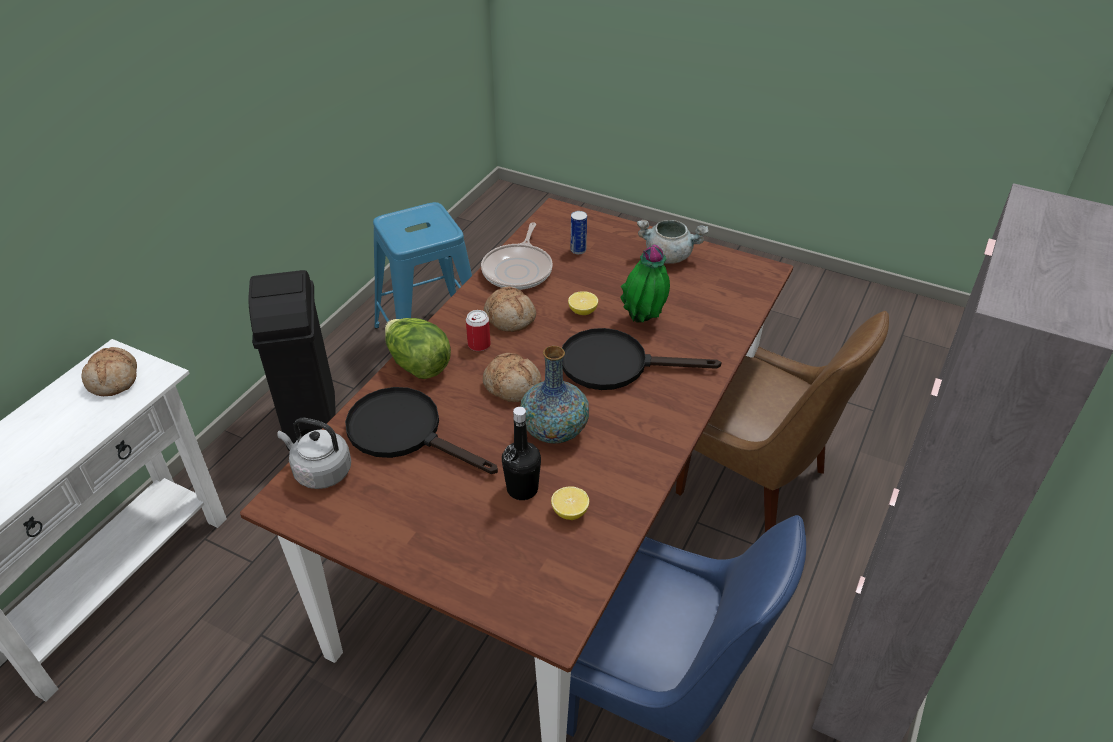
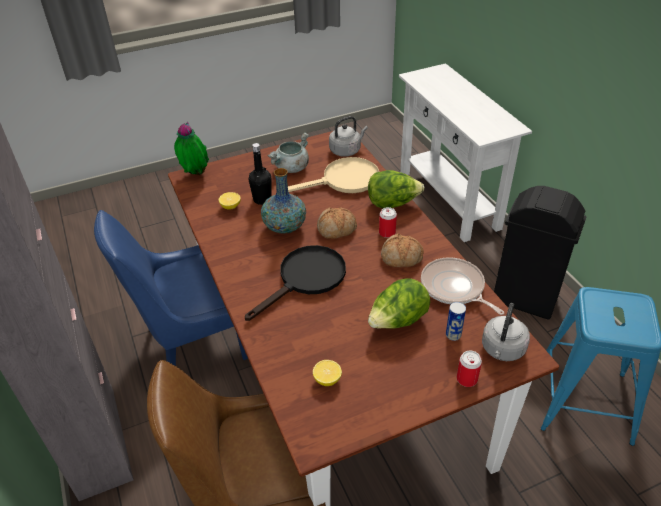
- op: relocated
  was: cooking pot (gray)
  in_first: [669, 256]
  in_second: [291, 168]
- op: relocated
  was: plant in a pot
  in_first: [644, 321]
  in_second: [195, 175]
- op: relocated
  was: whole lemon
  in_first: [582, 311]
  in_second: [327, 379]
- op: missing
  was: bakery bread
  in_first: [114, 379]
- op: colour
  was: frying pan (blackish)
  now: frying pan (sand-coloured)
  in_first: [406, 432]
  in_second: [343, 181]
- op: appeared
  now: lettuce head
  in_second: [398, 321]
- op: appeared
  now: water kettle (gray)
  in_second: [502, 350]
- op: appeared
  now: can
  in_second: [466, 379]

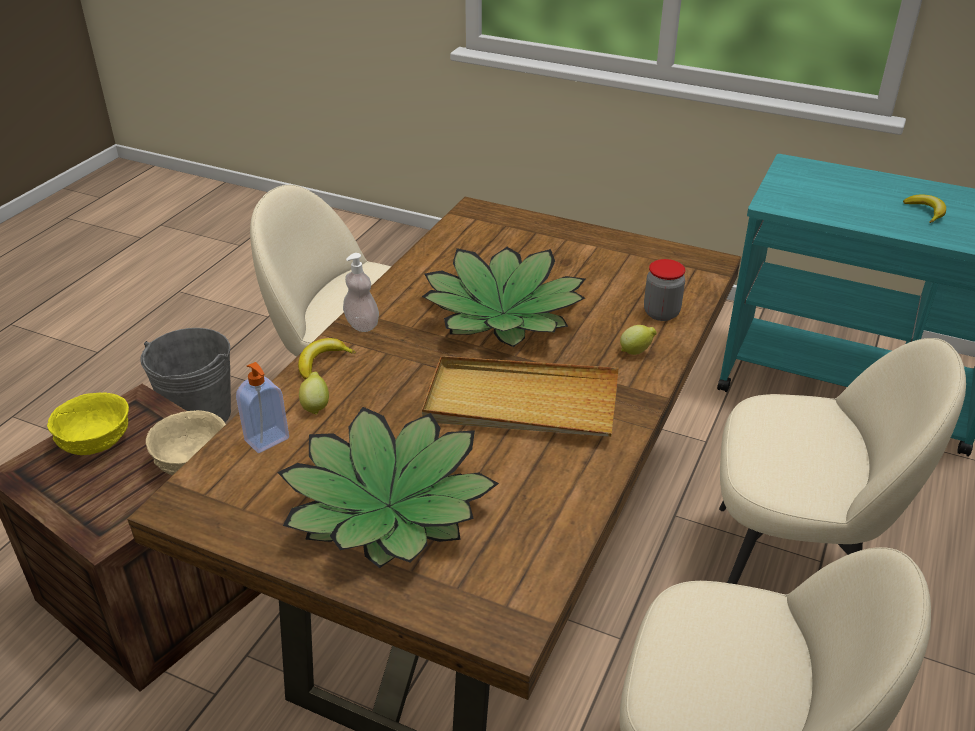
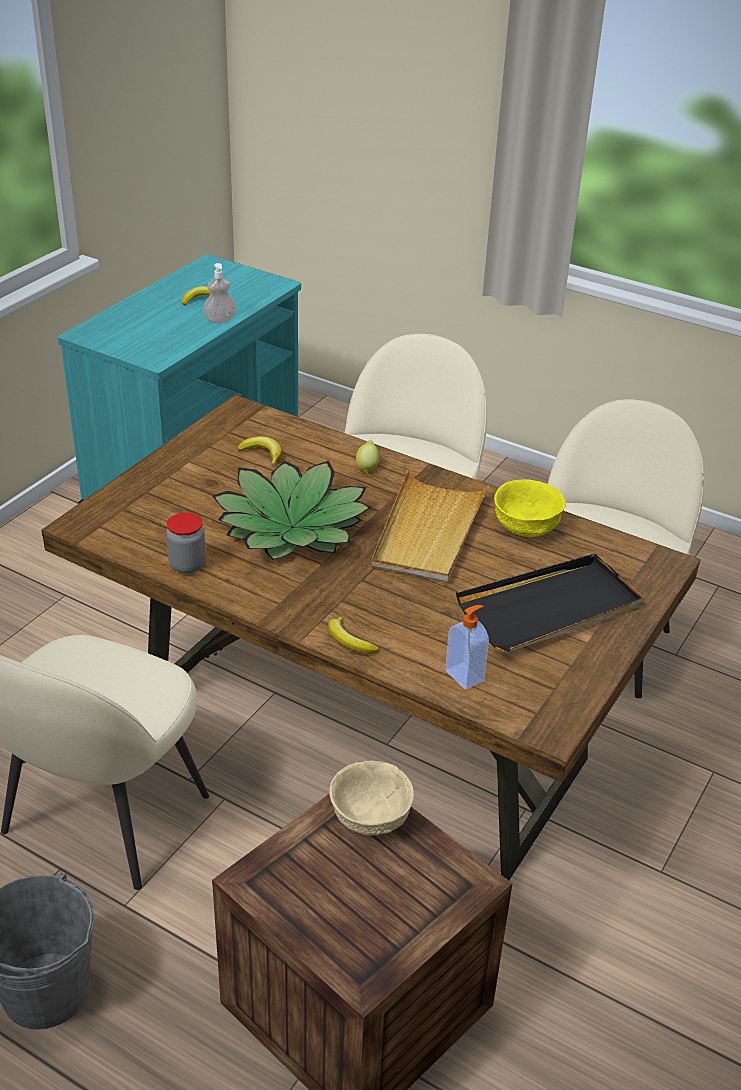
- op: relocated
  was: liquid soap bottle
  in_first: [362, 325]
  in_second: [220, 319]
- op: relocated
  was: storage jar
  in_first: [661, 313]
  in_second: [187, 565]
- op: missing
  was: whole lemon
  in_first: [315, 406]
- op: relocated
  was: bowl (yellow)
  in_first: [96, 443]
  in_second: [527, 527]
- op: exchanged
  was: plant in a pot
  now: tray (blackish)
  in_first: [388, 506]
  in_second: [551, 608]
- op: appeared
  now: banana
  in_second: [262, 454]

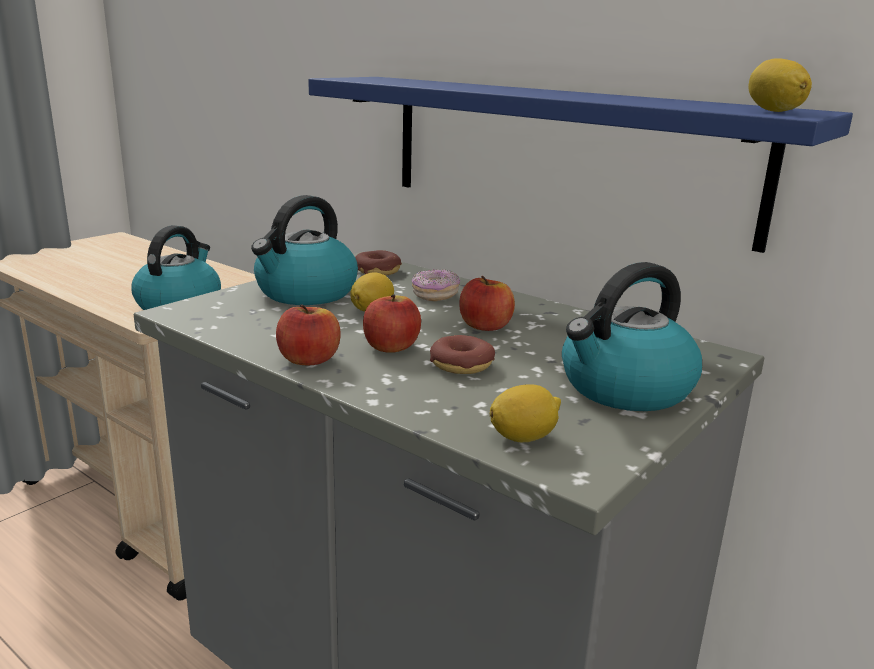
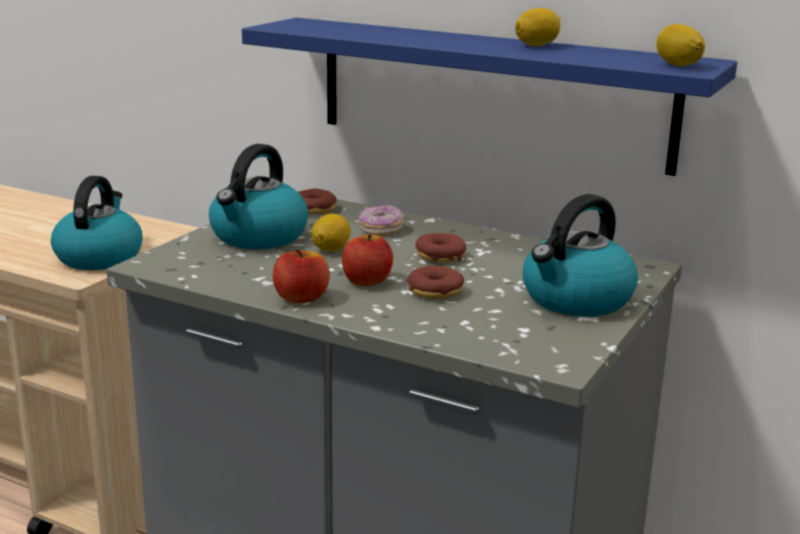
- op: exchanged
  was: apple
  now: donut
  in_first: [485, 326]
  in_second: [440, 256]
- op: relocated
  was: whole lemon
  in_first: [523, 437]
  in_second: [537, 45]

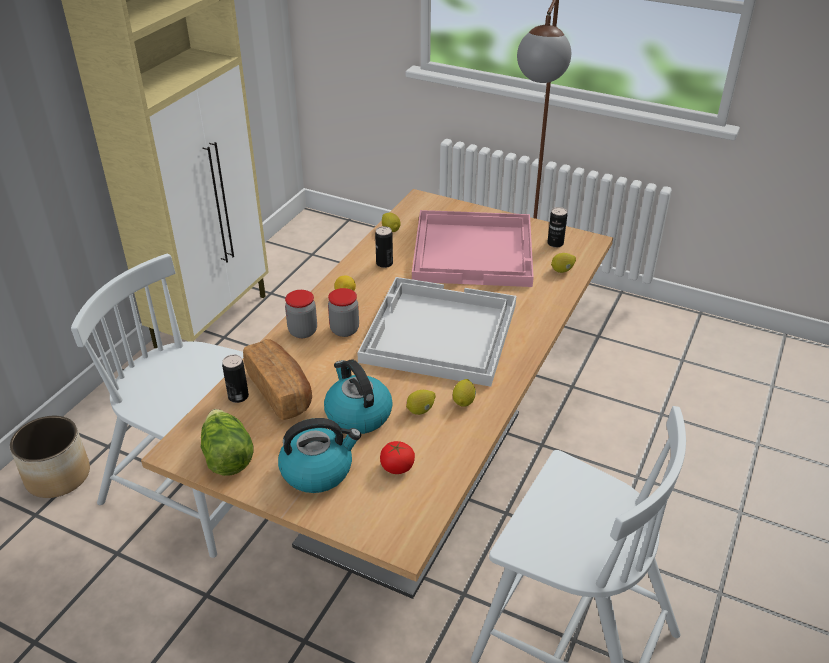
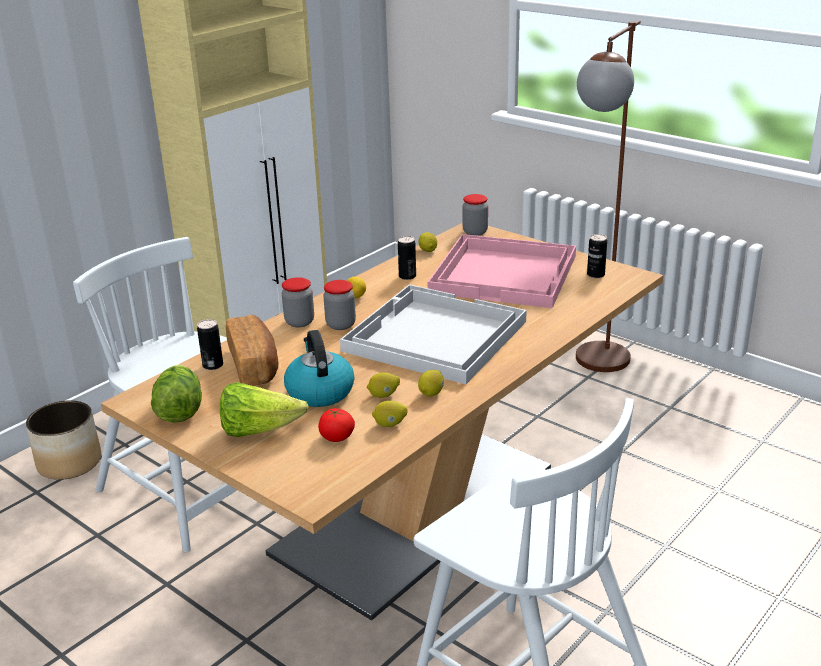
- op: relocated
  was: whole lemon
  in_first: [562, 270]
  in_second: [390, 424]
- op: exchanged
  was: water kettle
  now: lettuce head
  in_first: [318, 470]
  in_second: [258, 430]
- op: appeared
  now: storage jar
  in_second: [475, 232]

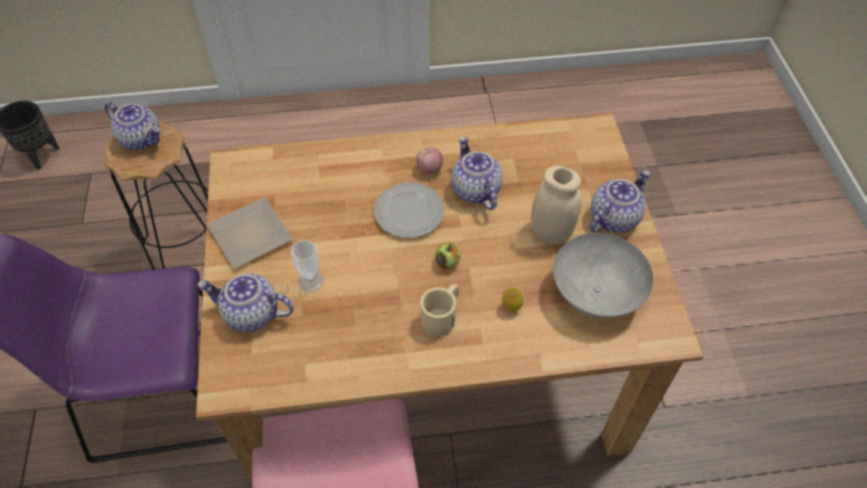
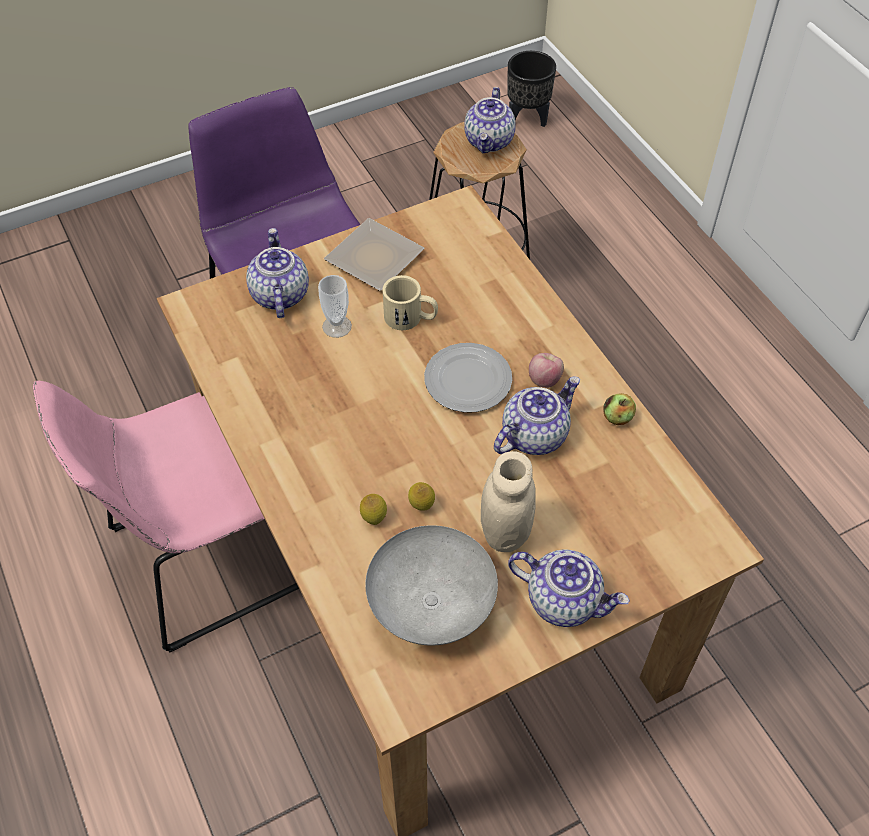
- op: relocated
  was: apple
  in_first: [447, 262]
  in_second: [617, 418]
- op: relocated
  was: coffee mug (sand-coloured)
  in_first: [442, 316]
  in_second: [411, 318]
- op: appeared
  now: whole lemon
  in_second: [421, 506]

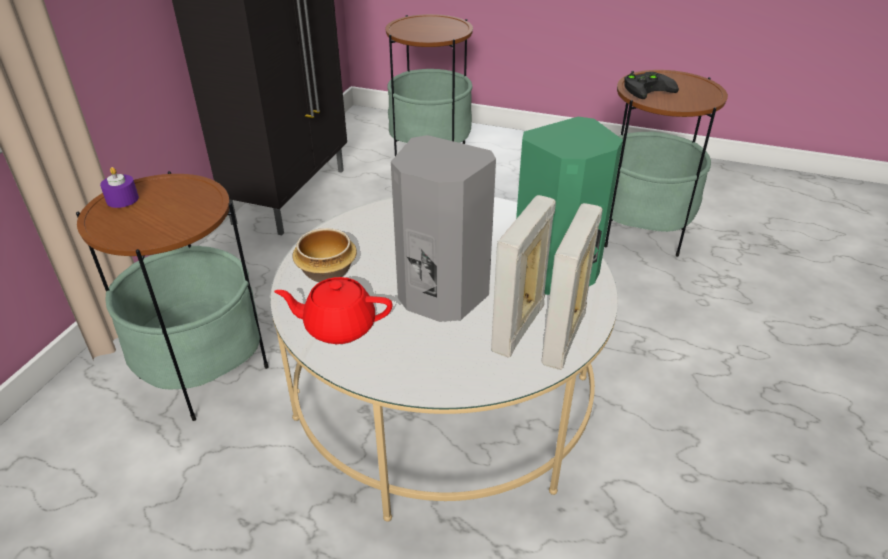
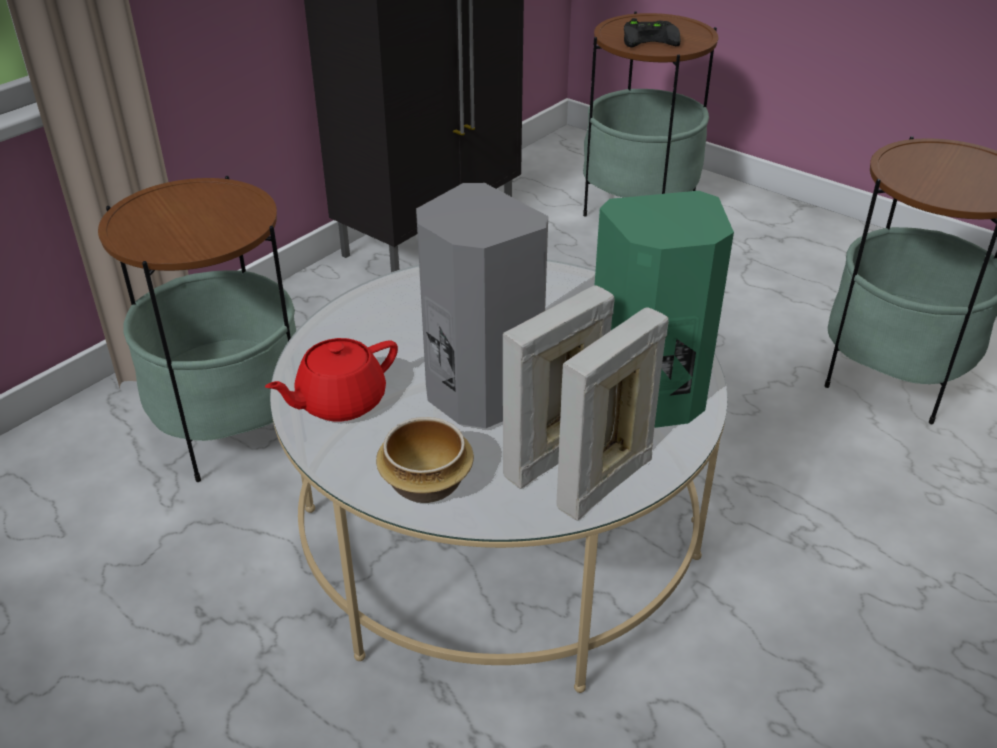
- op: relocated
  was: joypad (blackish)
  in_first: [648, 88]
  in_second: [651, 38]
- op: missing
  was: candle (purple)
  in_first: [122, 199]
- op: relocated
  was: bowl
  in_first: [328, 272]
  in_second: [428, 483]
- op: spun
  was: pot for tea (red)
  in_first: [338, 327]
  in_second: [339, 402]
  clockwise: -60

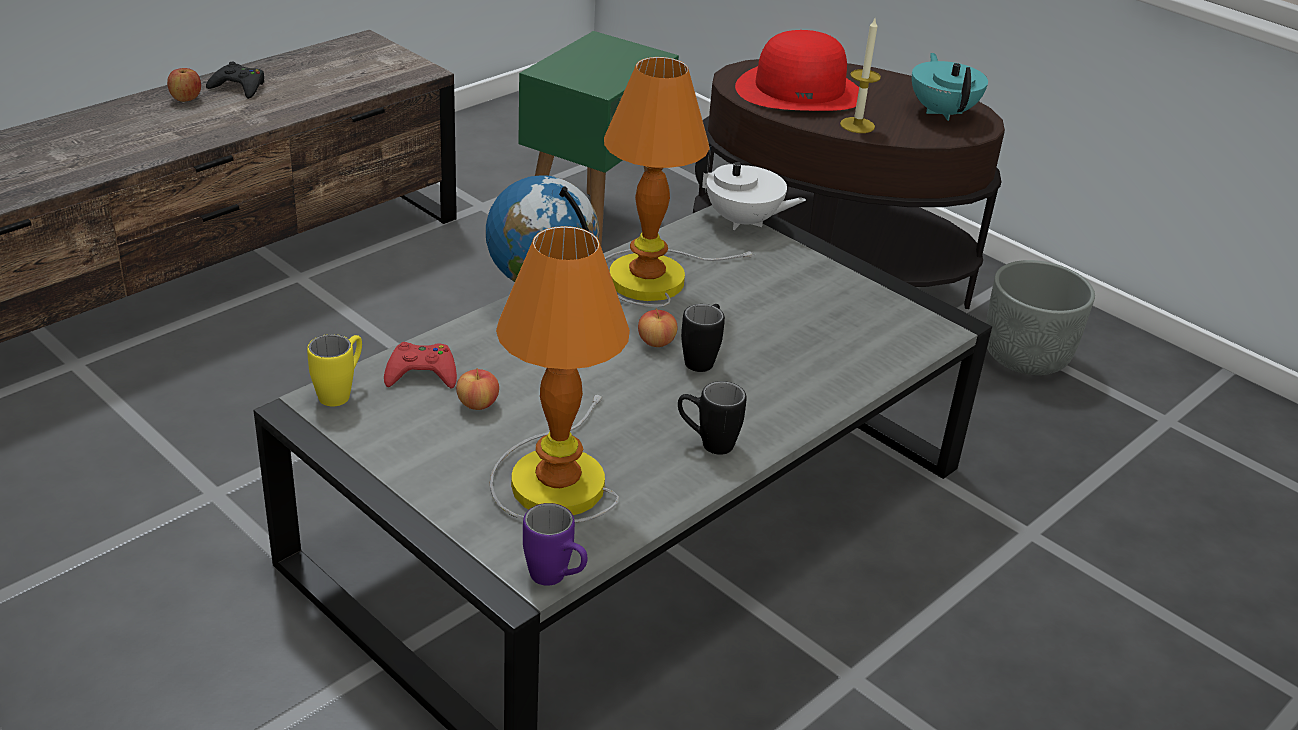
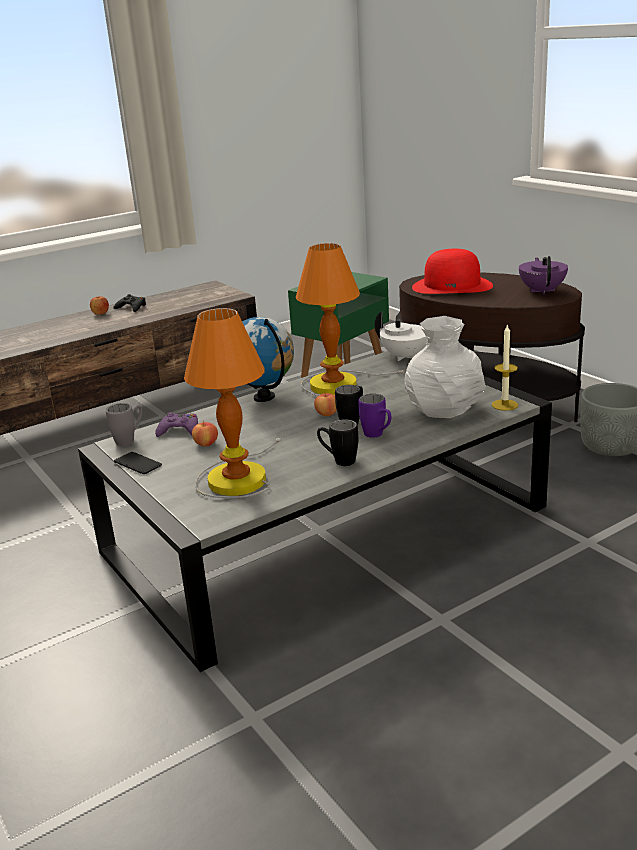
- op: relocated
  was: candle
  in_first: [857, 125]
  in_second: [504, 405]
- op: colour
  was: pot for tea (turquoise-coloured)
  now: pot for tea (purple)
  in_first: [943, 112]
  in_second: [542, 291]
- op: colour
  was: coffee mug (yellow)
  now: coffee mug (gray)
  in_first: [341, 392]
  in_second: [130, 439]
- op: colour
  was: joypad (red)
  now: joypad (purple)
  in_first: [422, 373]
  in_second: [180, 430]
- op: relocated
  was: coffee mug (purple)
  in_first: [556, 579]
  in_second: [377, 435]
- op: appeared
  now: vase (whitish)
  in_second: [445, 410]
- op: appeared
  now: handset
  in_second: [138, 464]

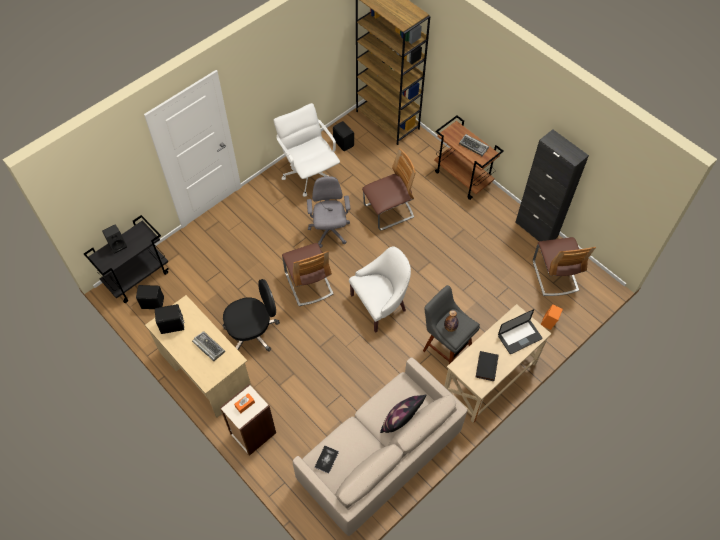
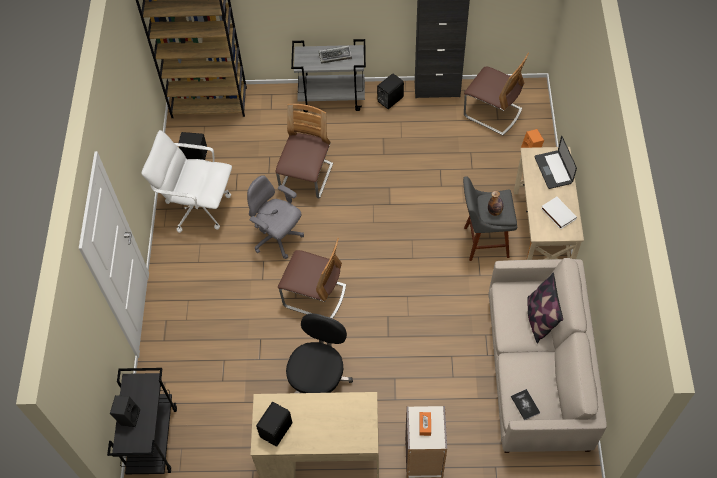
- op: colour
  was: trolley (brown-coloured)
  now: trolley (gray)
  in_first: [463, 178]
  in_second: [332, 97]
- op: missing
  was: easy chair (whitish)
  in_first: [380, 304]
- op: relocated
  was: loudspeaker (blackish)
  in_first: [152, 302]
  in_second: [389, 99]
- op: spun
  was: portable computer
  in_first: [519, 337]
  in_second: [553, 170]
  clockwise: 150
- op: missing
  was: keyboard
  in_first: [208, 347]
- op: colour
  was: volume (blackish)
  now: volume (whitish)
  in_first: [486, 366]
  in_second: [557, 214]

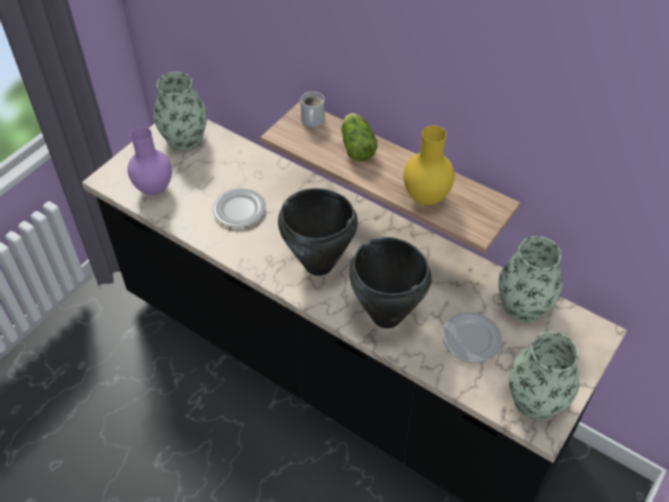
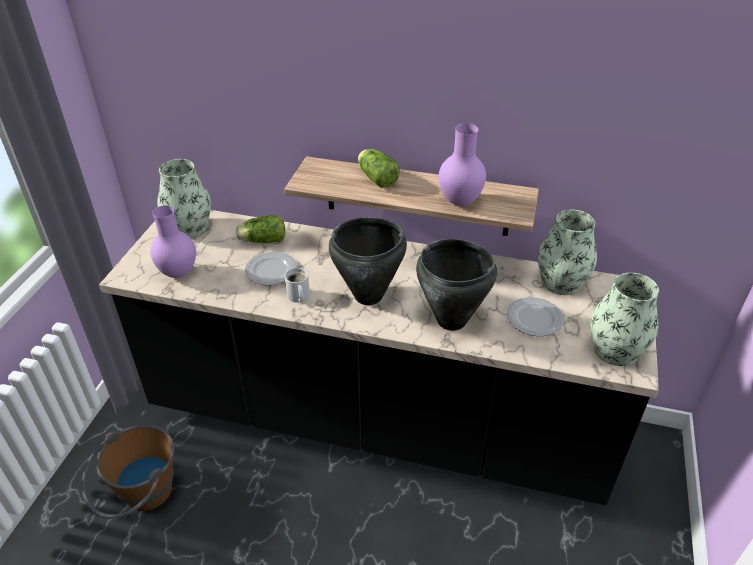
- op: relocated
  was: coffee mug (whitish)
  in_first: [311, 121]
  in_second: [298, 296]
- op: colour
  was: vase (yellow)
  now: vase (purple)
  in_first: [426, 197]
  in_second: [459, 201]
- op: appeared
  now: lettuce head
  in_second: [262, 240]
- op: appeared
  now: pail (brown-coloured)
  in_second: [140, 498]

